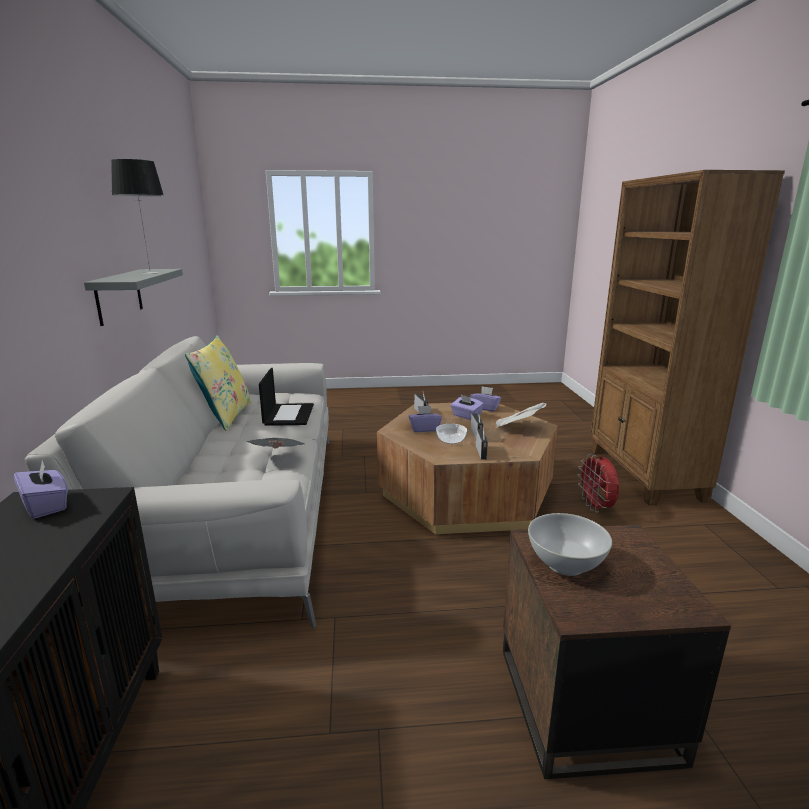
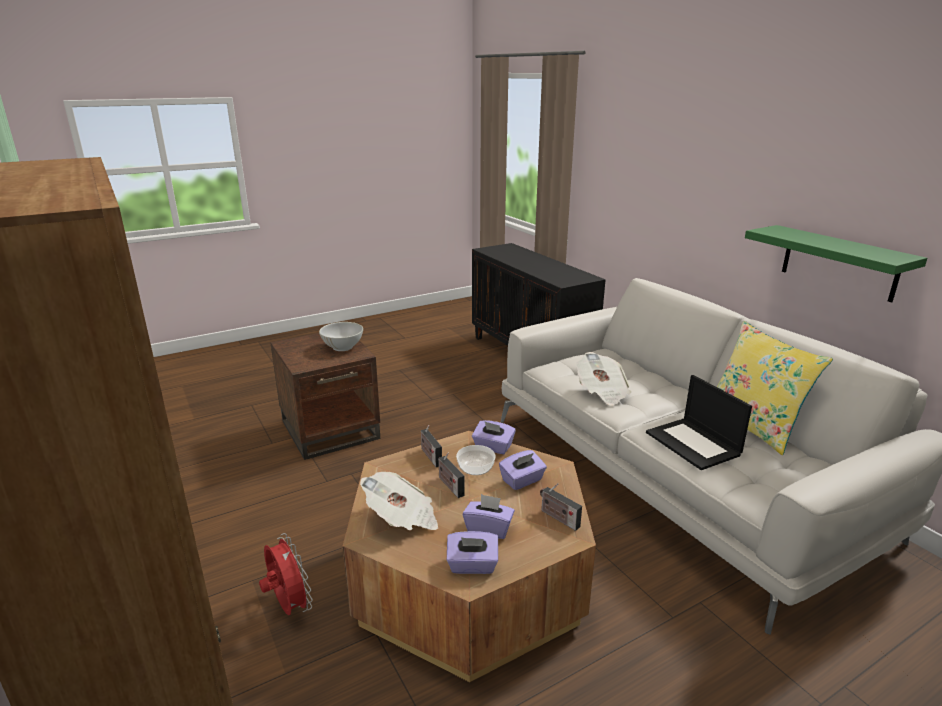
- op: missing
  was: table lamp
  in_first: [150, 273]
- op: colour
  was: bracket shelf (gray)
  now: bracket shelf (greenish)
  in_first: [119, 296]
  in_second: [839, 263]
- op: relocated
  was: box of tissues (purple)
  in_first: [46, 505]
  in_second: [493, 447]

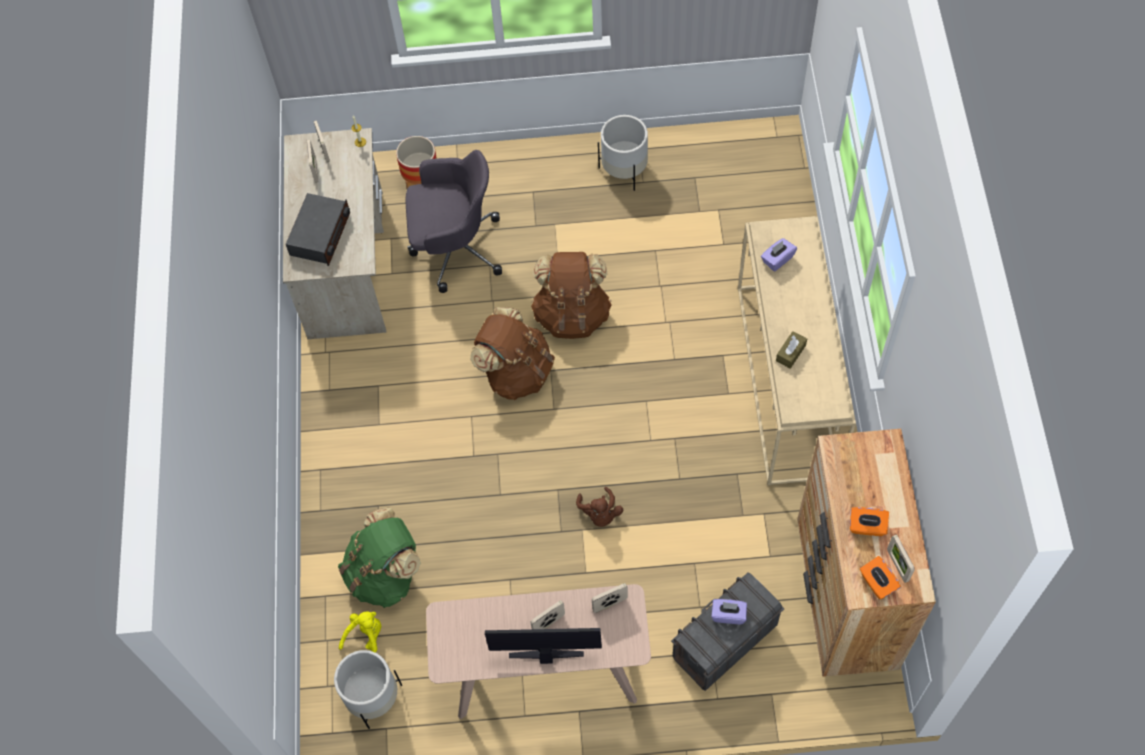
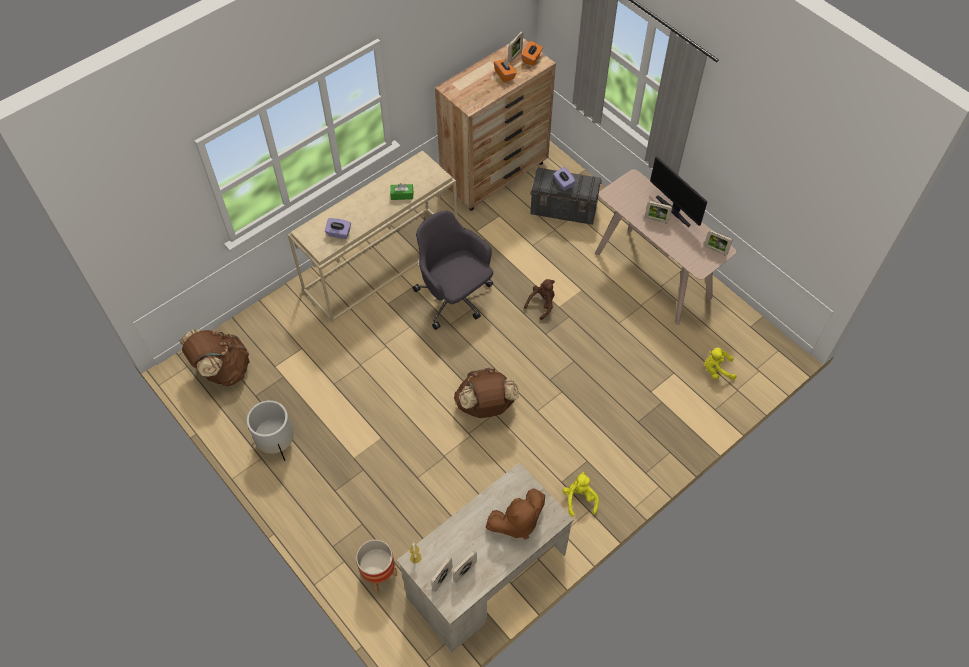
- op: relocated
  was: office chair (gray)
  in_first: [455, 248]
  in_second: [454, 298]
- op: exchanged
  was: radio set
  now: soft toy (brown-coloured)
  in_first: [320, 234]
  in_second: [517, 522]
- op: relocated
  was: rucksack (brown-coloured)
  in_first: [572, 314]
  in_second: [222, 370]
- op: colour
  was: box of tissues (brown-coloured)
  now: box of tissues (greenish)
  in_first: [790, 353]
  in_second: [402, 195]
- op: missing
  was: rucksack (greenish)
  in_first: [385, 574]
- op: relocated
  was: picture frame
  in_first: [610, 604]
  in_second: [715, 250]
- op: missing
  was: flower pot (whitish)
  in_first: [373, 698]
- op: appeared
  now: soft toy (yellow)
  in_second: [579, 499]

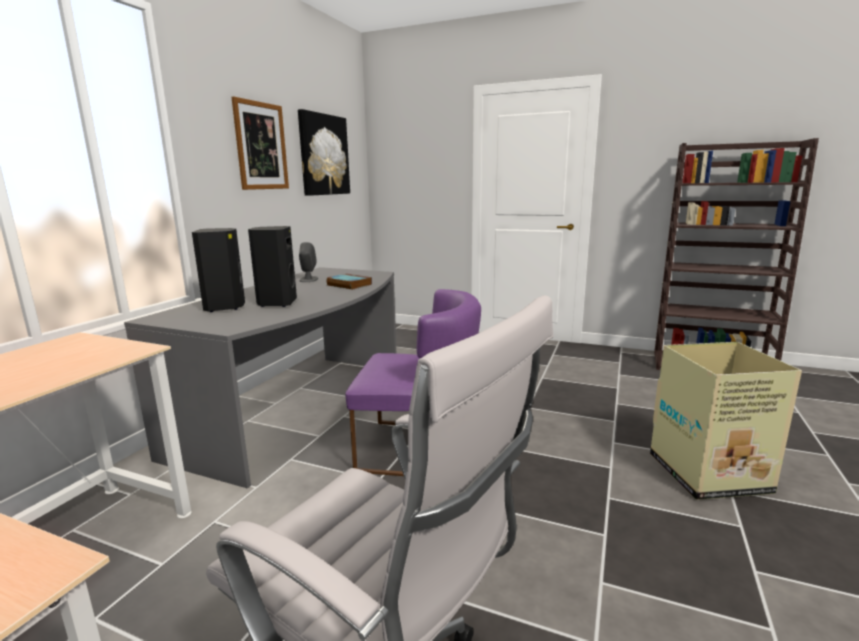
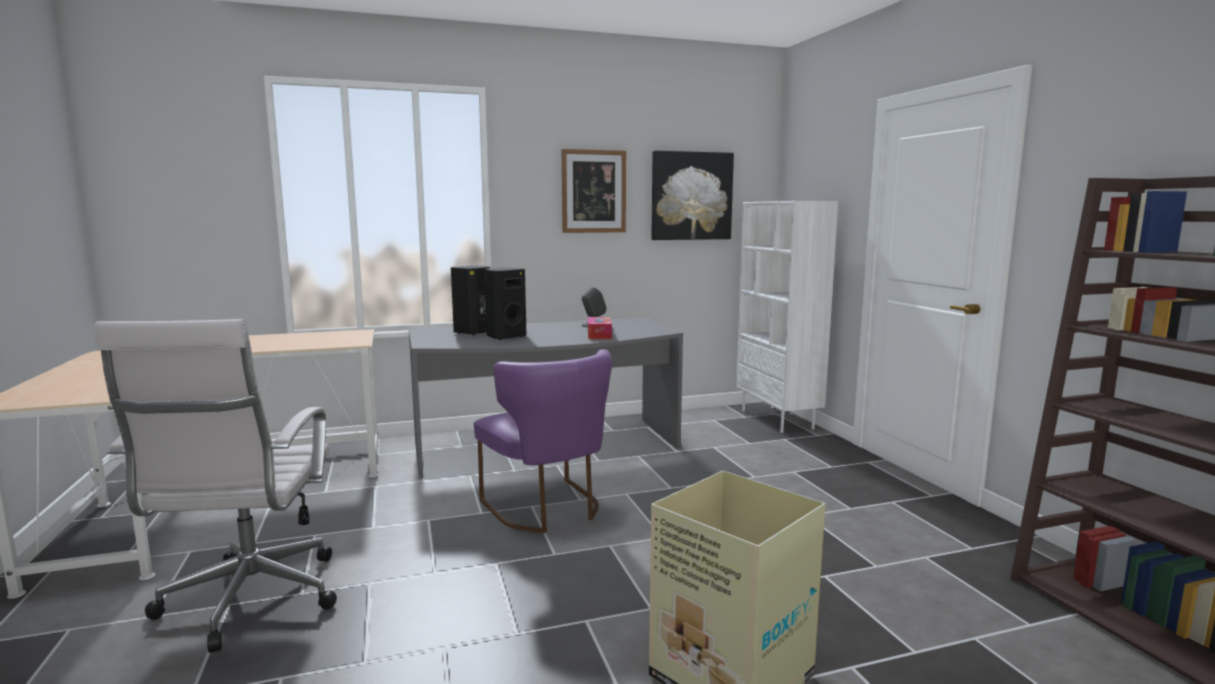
- op: exchanged
  was: volume
  now: box of tissues
  in_first: [348, 285]
  in_second: [599, 335]
- op: appeared
  now: shelving unit (whitish)
  in_second: [778, 419]

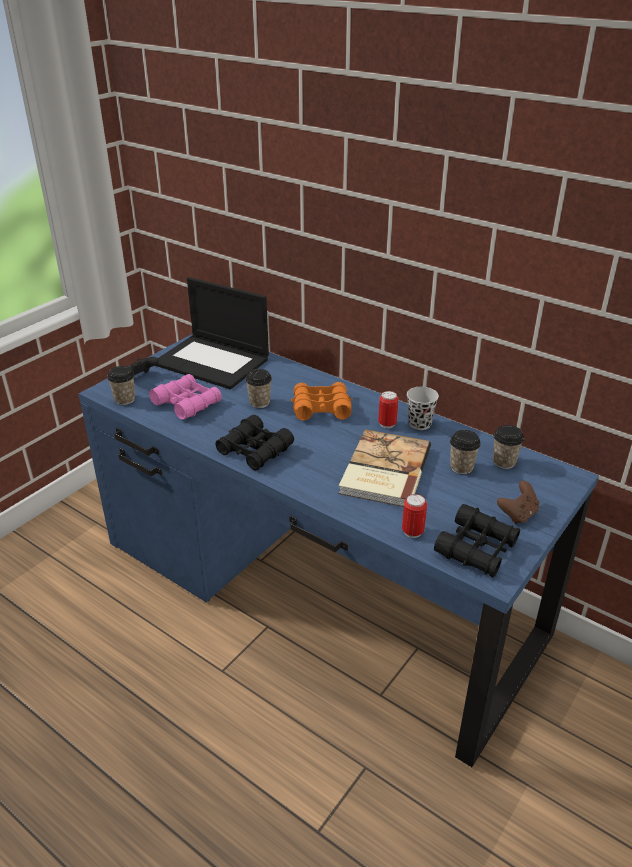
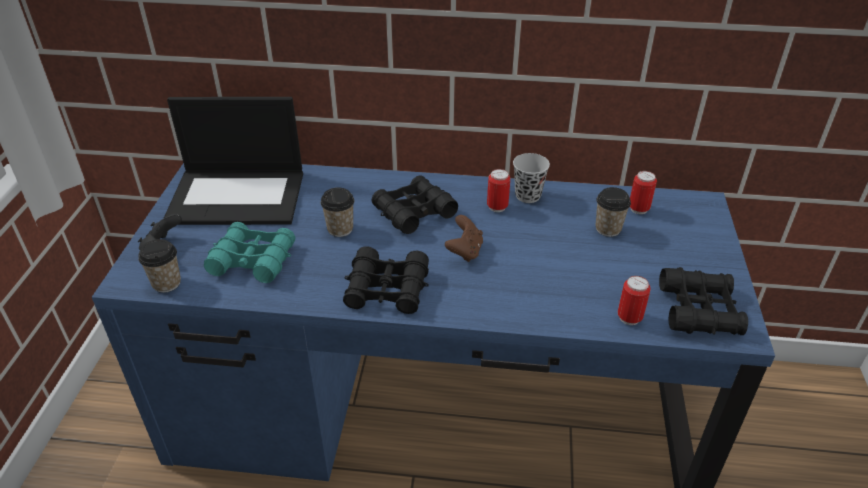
- op: colour
  was: binoculars (pink-coloured)
  now: binoculars (turquoise-coloured)
  in_first: [186, 403]
  in_second: [253, 260]
- op: colour
  was: binoculars (orange-coloured)
  now: binoculars (blackish)
  in_first: [321, 408]
  in_second: [414, 212]
- op: exchanged
  was: cup
  now: can
  in_first: [504, 462]
  in_second: [638, 209]
- op: missing
  was: volume
  in_first: [383, 471]
- op: relocated
  was: joypad (brown-coloured)
  in_first: [517, 514]
  in_second: [465, 251]

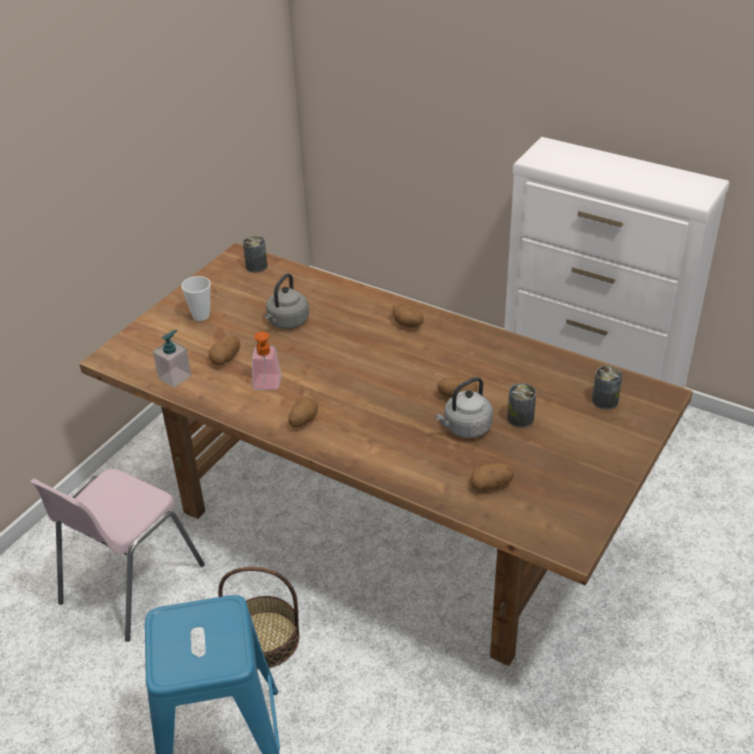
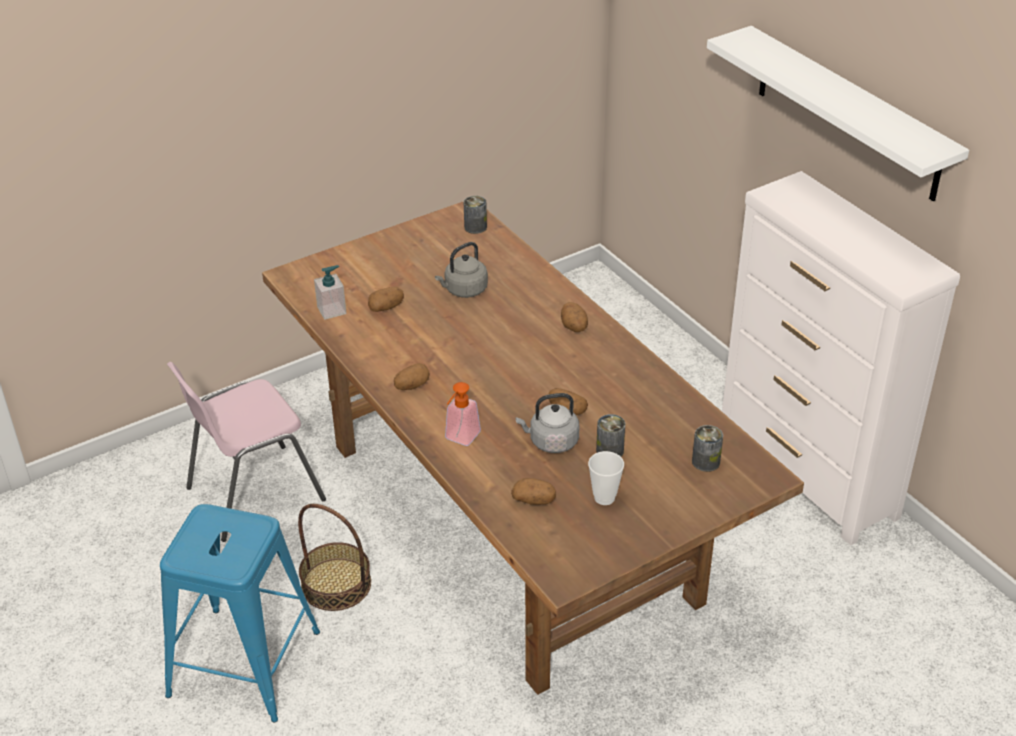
- op: relocated
  was: cup
  in_first: [201, 316]
  in_second: [604, 498]
- op: relocated
  was: liquid soap bottle
  in_first: [266, 386]
  in_second: [459, 439]
- op: appeared
  now: bracket shelf (whitish)
  in_second: [847, 113]

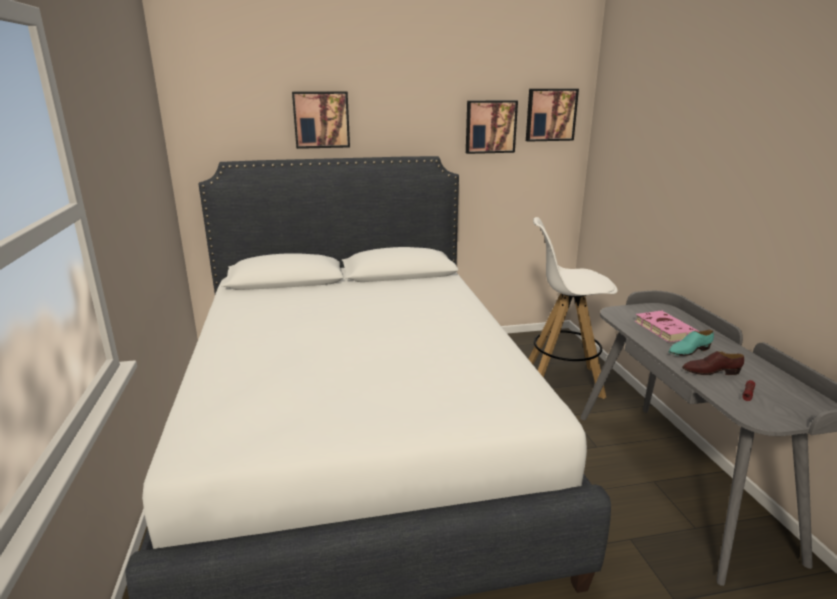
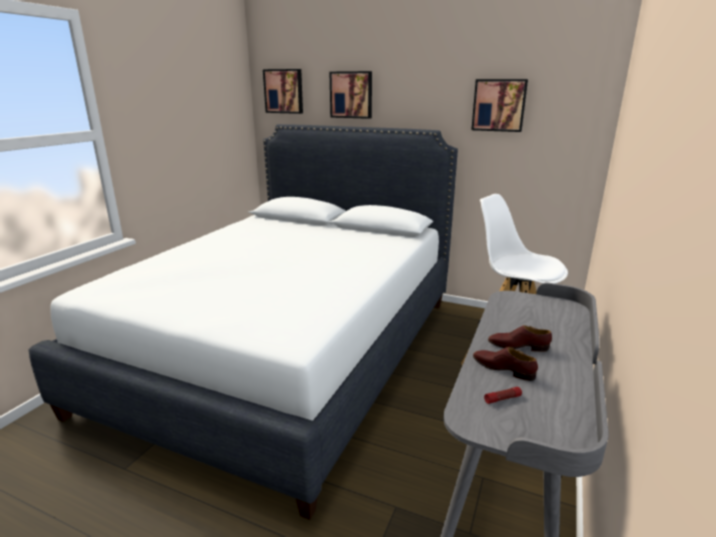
- op: relocated
  was: picture
  in_first: [550, 114]
  in_second: [284, 91]
- op: missing
  was: volume (pink-coloured)
  in_first: [663, 329]
- op: colour
  was: low shoe (turquoise-coloured)
  now: low shoe (brown-coloured)
  in_first: [689, 351]
  in_second: [518, 346]

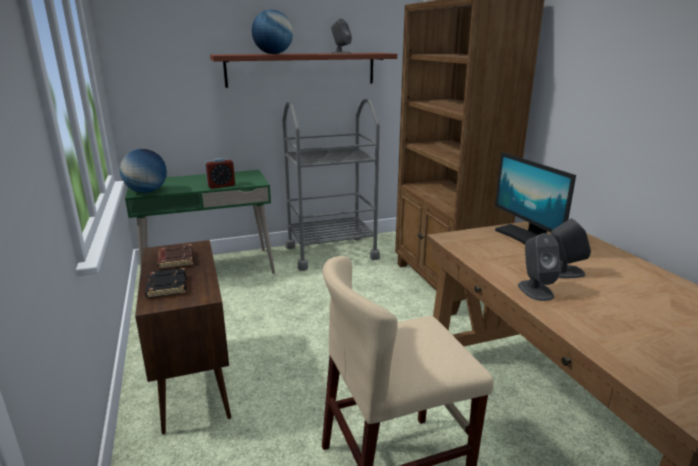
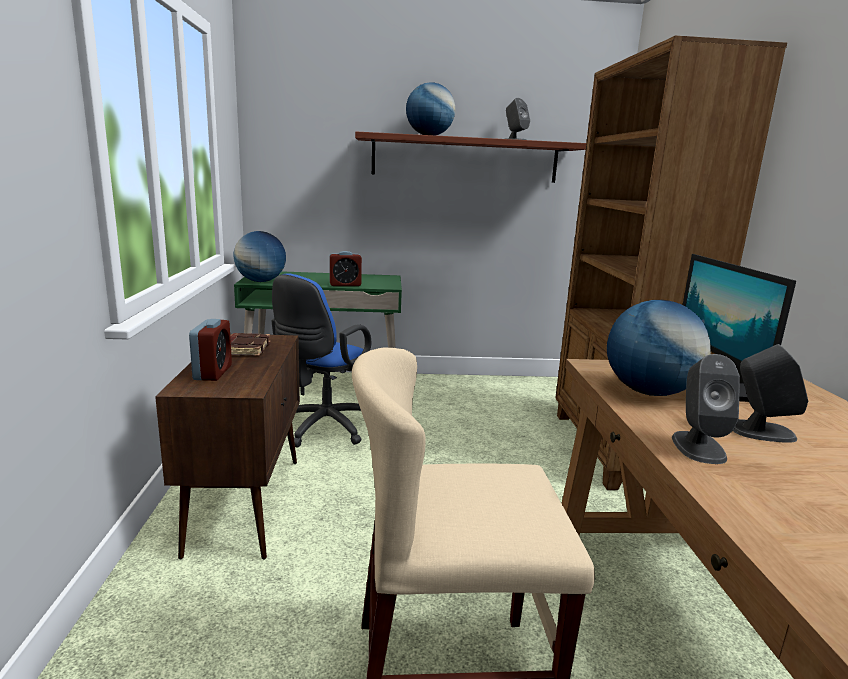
- op: missing
  was: trolley (gray)
  in_first: [331, 252]
- op: exchanged
  was: volume (blackish)
  now: table clock
  in_first: [166, 286]
  in_second: [213, 372]
- op: appeared
  now: office chair (blue)
  in_second: [322, 429]
- op: appeared
  now: world globe
  in_second: [649, 392]

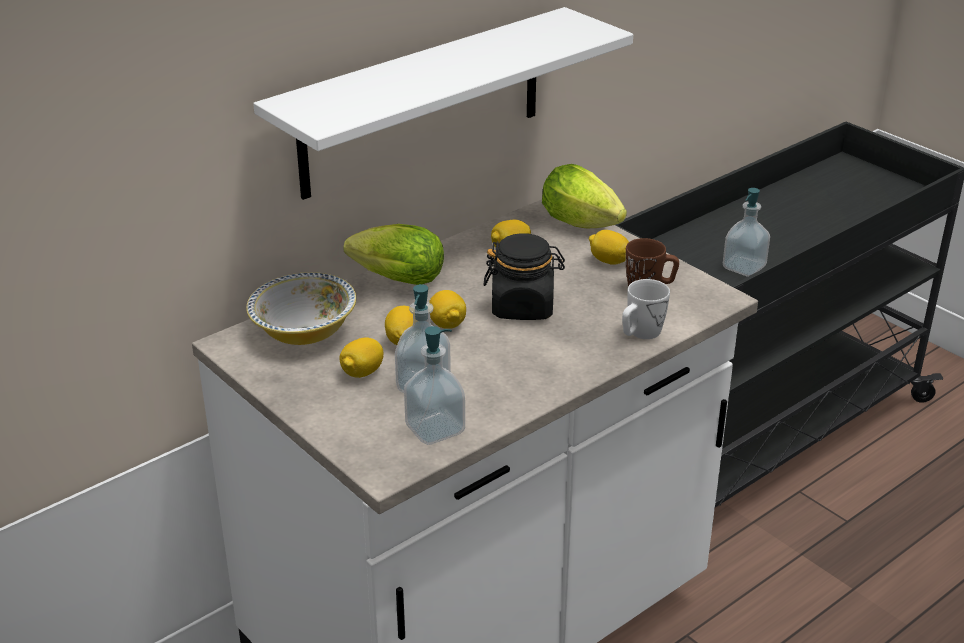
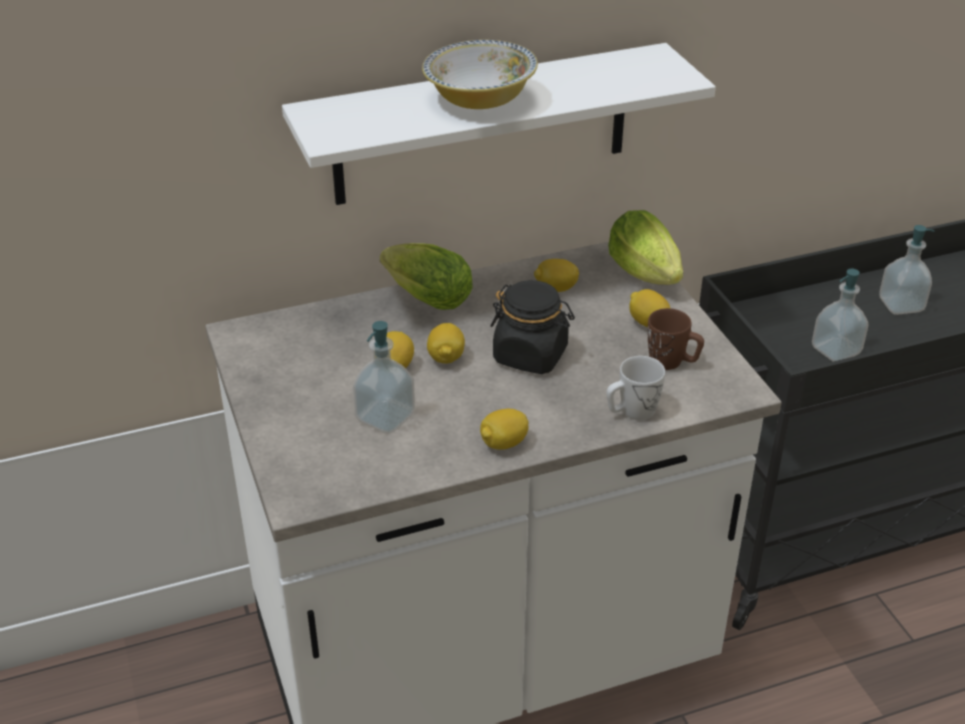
- op: relocated
  was: bowl
  in_first: [304, 332]
  in_second: [480, 100]
- op: relocated
  was: liquid soap bottle
  in_first: [435, 429]
  in_second: [901, 305]
- op: relocated
  was: whole lemon
  in_first: [362, 373]
  in_second: [503, 443]

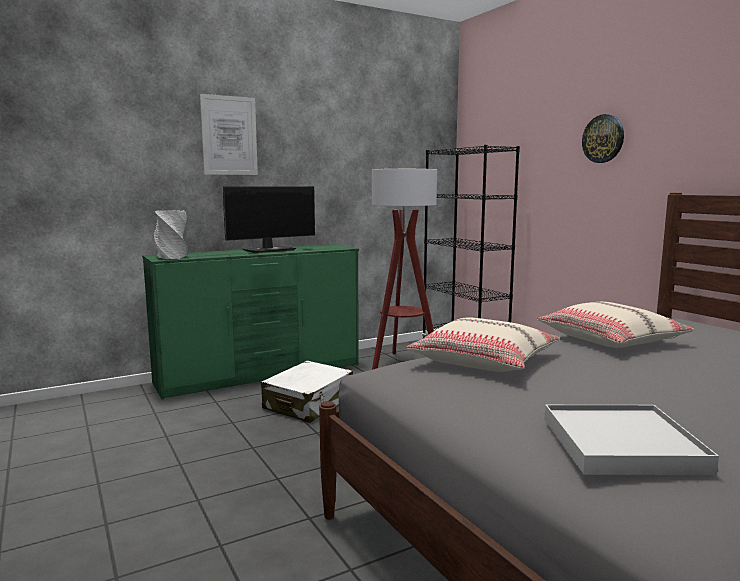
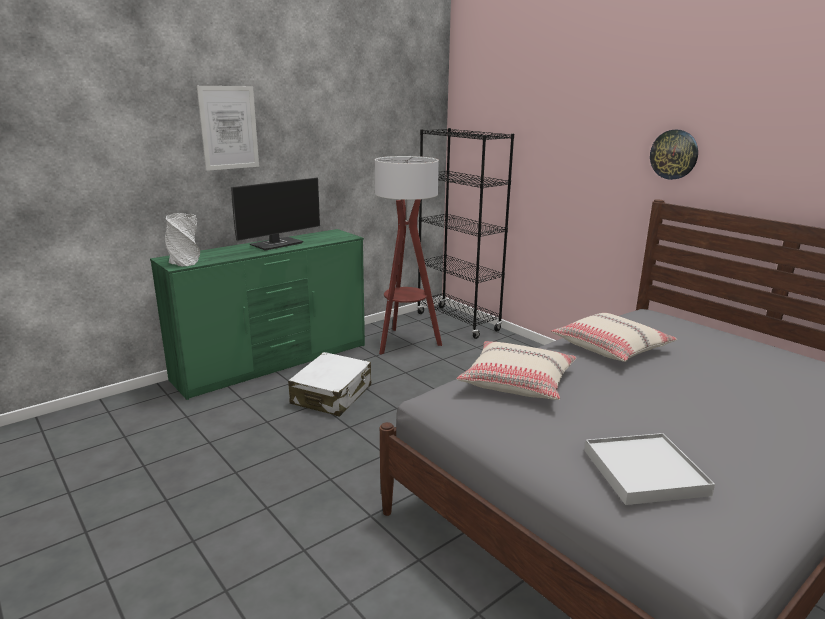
- op: relocated
  was: hanging clock
  in_first: [603, 138]
  in_second: [674, 154]

